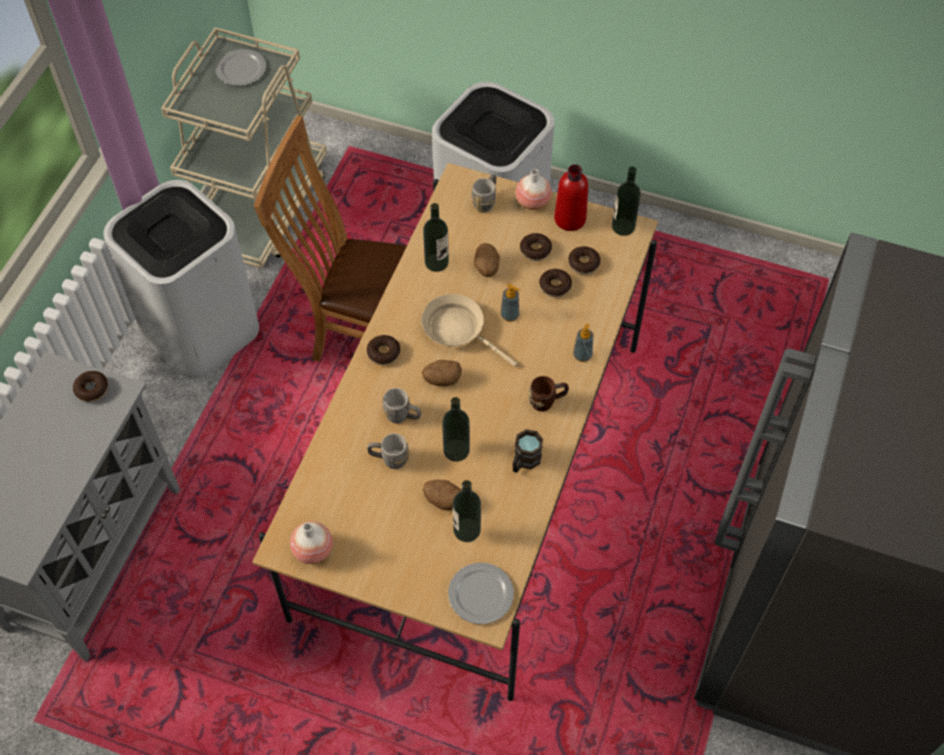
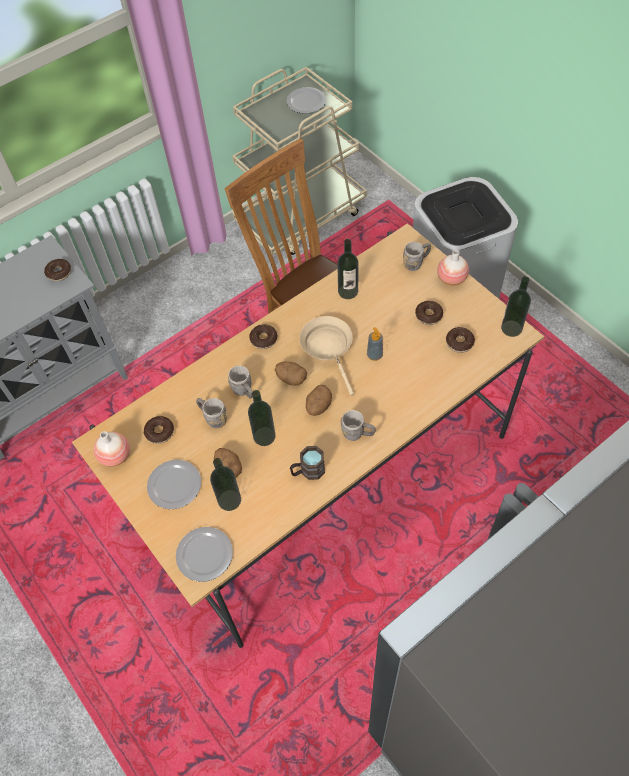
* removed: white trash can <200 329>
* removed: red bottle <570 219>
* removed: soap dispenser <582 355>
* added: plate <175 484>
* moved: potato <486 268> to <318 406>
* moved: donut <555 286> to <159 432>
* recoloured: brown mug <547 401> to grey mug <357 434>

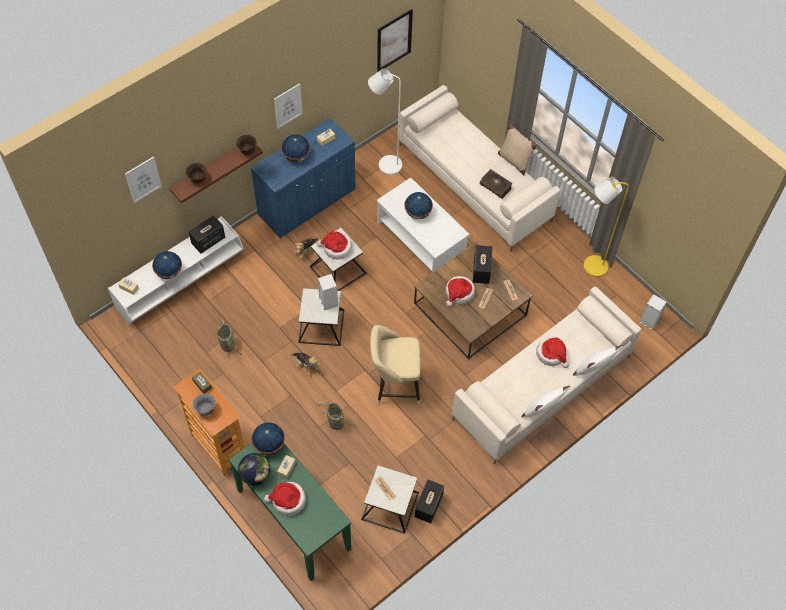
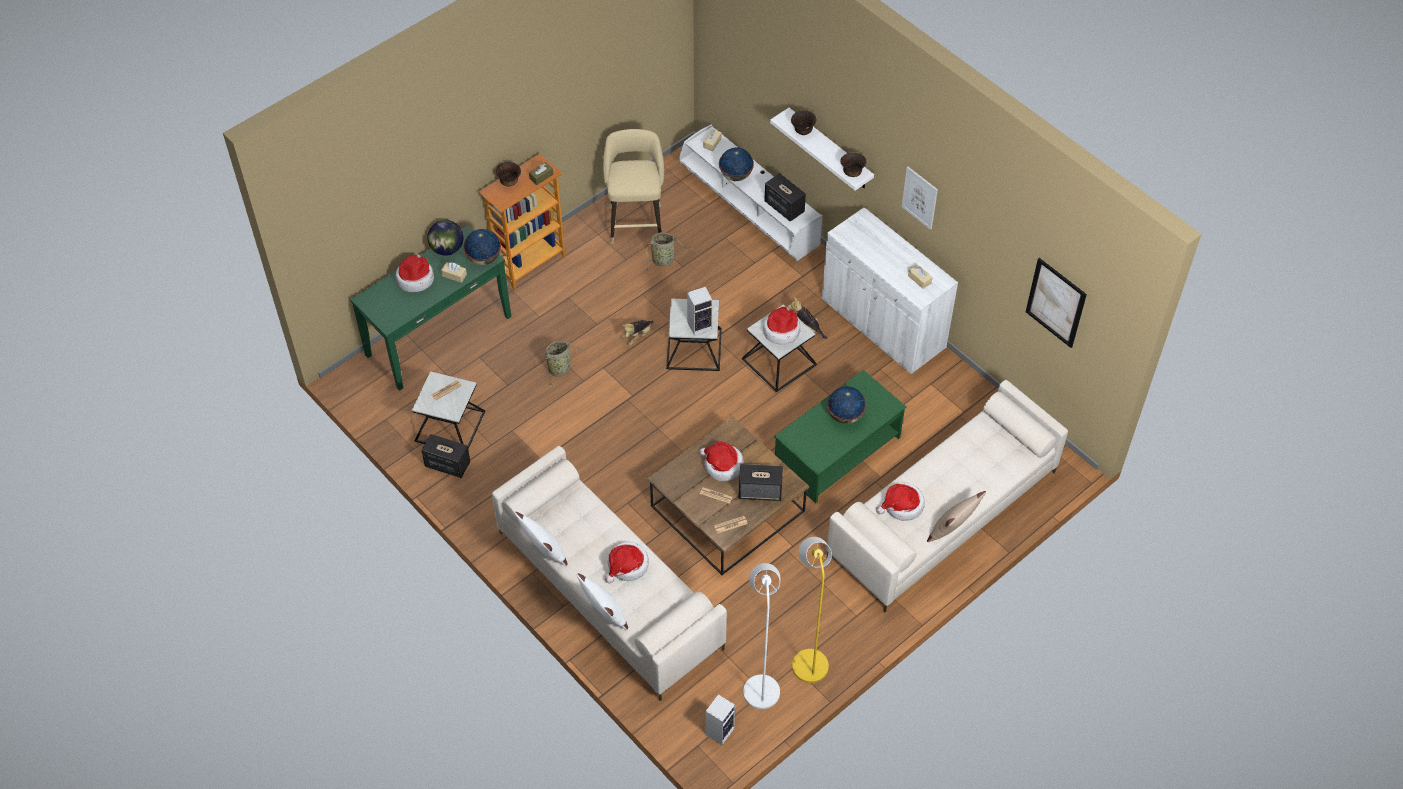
* removed: picture <143 179>
* removed: globe <296 157>
* moved: white floor lamp <385 165> to <760 685>
* moved: beige stool <394 385> to <635 221>
* replaced: book <495 186> to hat <902 506>
* recoloured: brown shelf <211 169> to white shelf <830 150>
* recoloured: grey bowl <205 410> to brown bowl <509 182>
* recoloured: blue cabinet <307 202> to white cabinet <883 324>
* recoloured: white coffee table <421 239> to green coffee table <836 452>

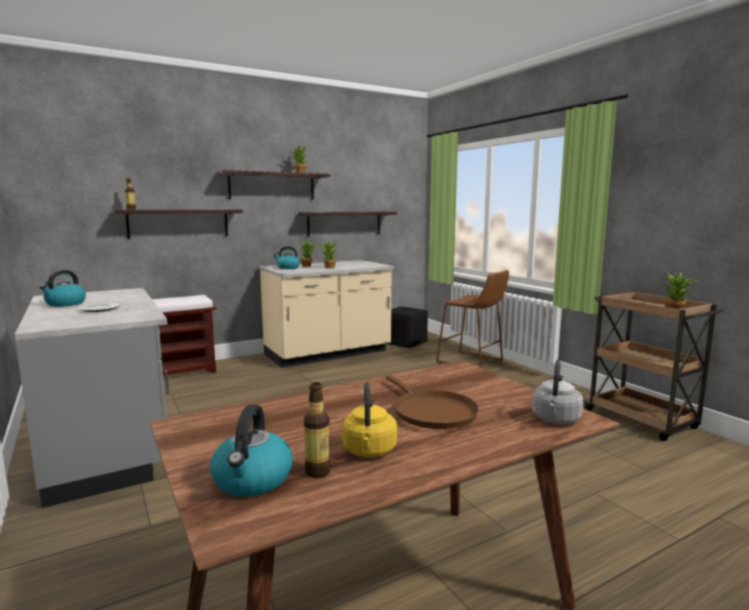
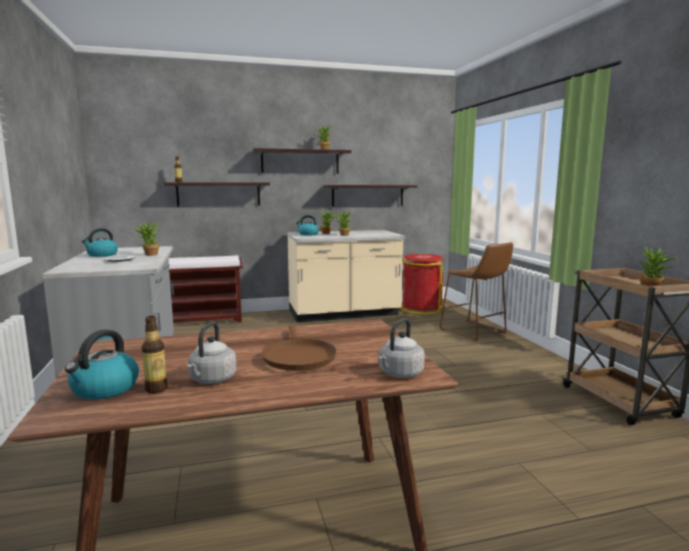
* added: potted plant <148 255>
* replaced: crate <405 342> to red trash can <421 309>
* recoloured: yellow kettle <369 451> to grey kettle <211 380>

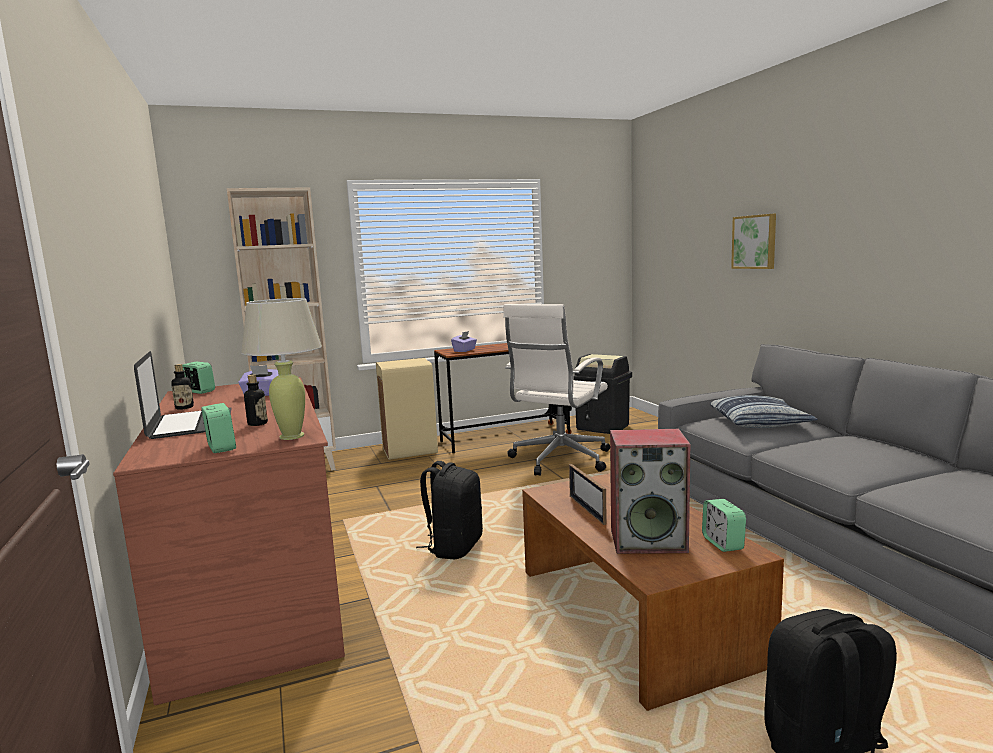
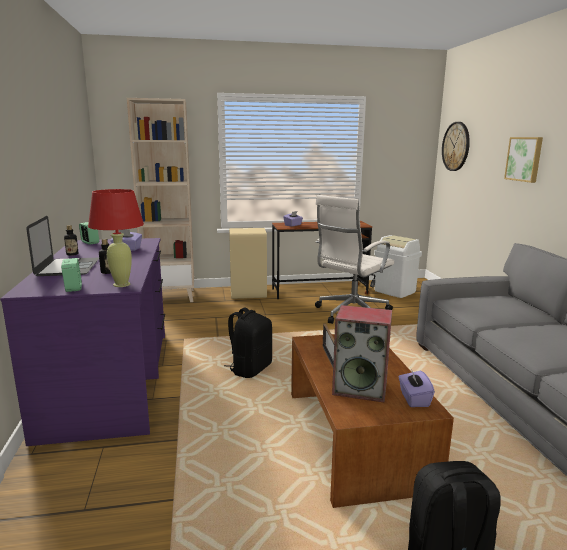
* removed: pillow <759 422>
* added: wall clock <456 146>
* replaced: alarm clock <722 543> to purple tissue box <414 399>
* recoloured: brown desk <255 589> to purple desk <111 380>
* recoloured: beige table lamp <291 436> to red table lamp <121 284>
* recoloured: black trash can <603 427> to white trash can <395 291>

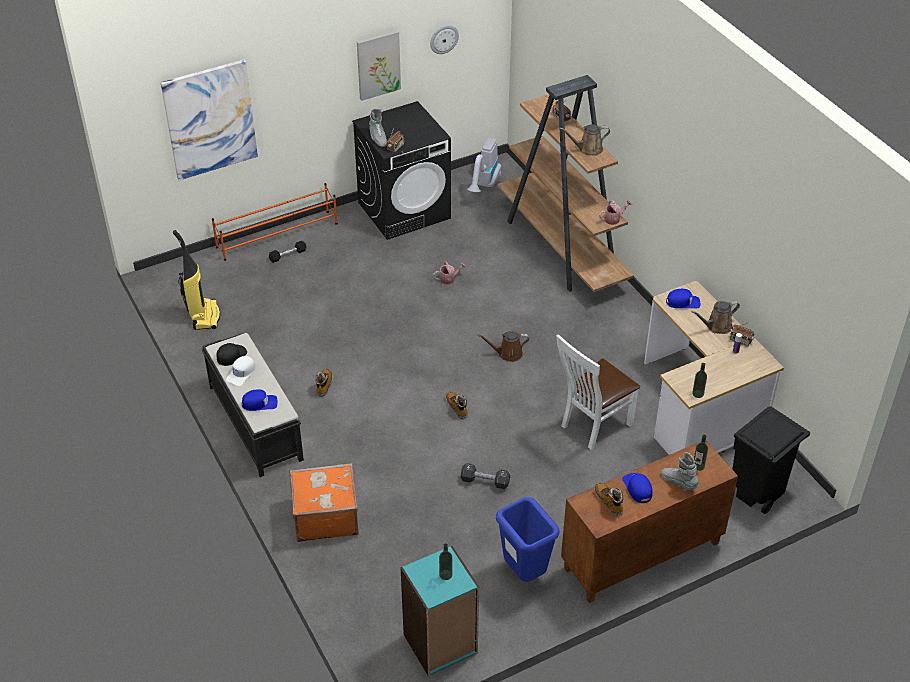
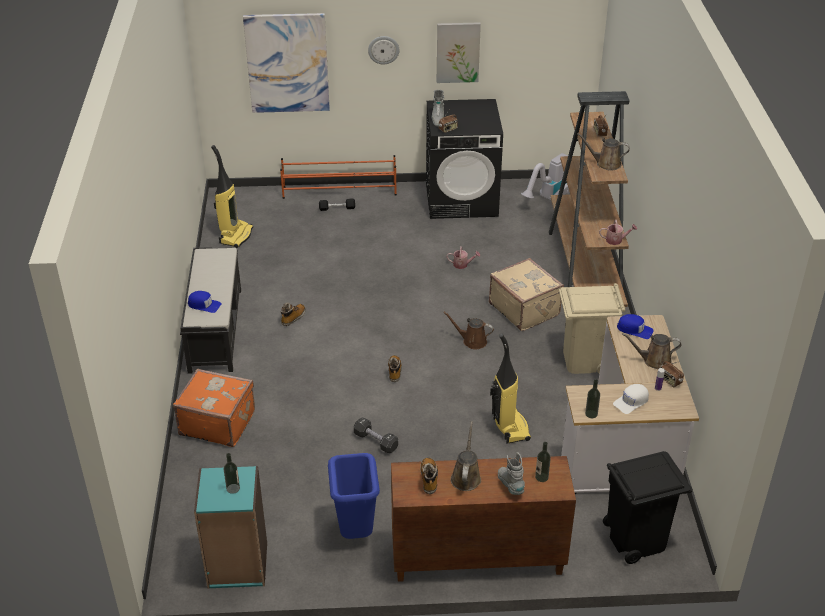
* removed: black cap <231 355>
* added: beige suitcase <525 309>
* added: beige trash can <585 360>
* moved: white cap <241 373> to <631 401>
* moved: wall clock <443 39> to <383 49>
* replaced: white chair <592 426> to vacuum cleaner <509 427>
* replaced: blue cap <637 488> to brown watering can <466 477>

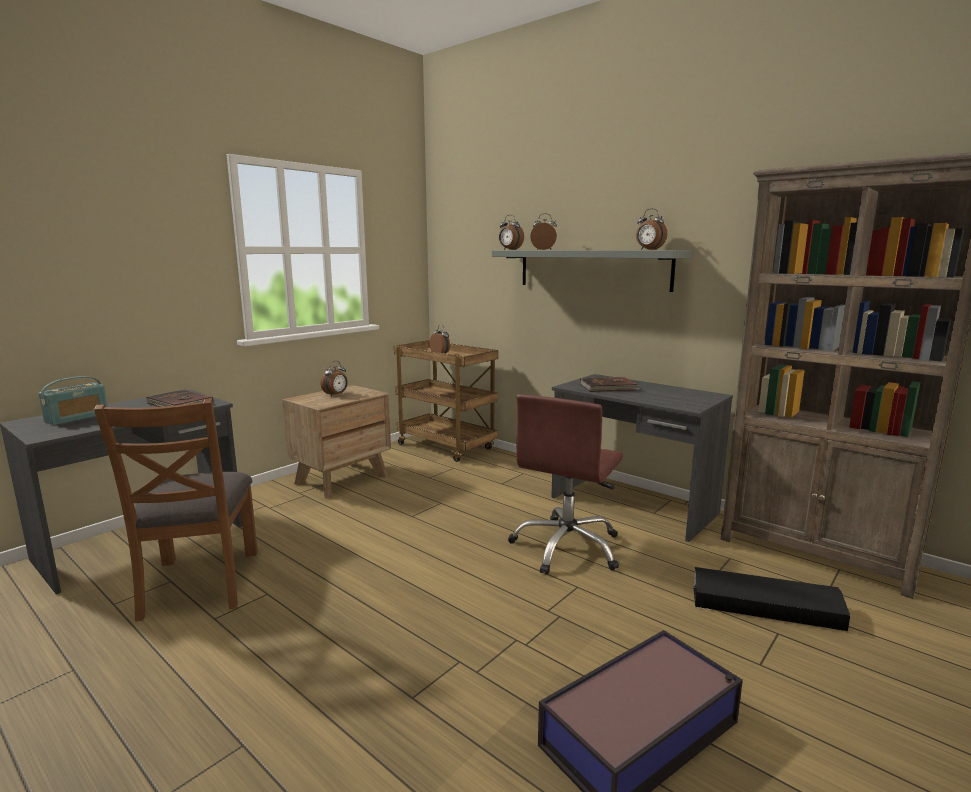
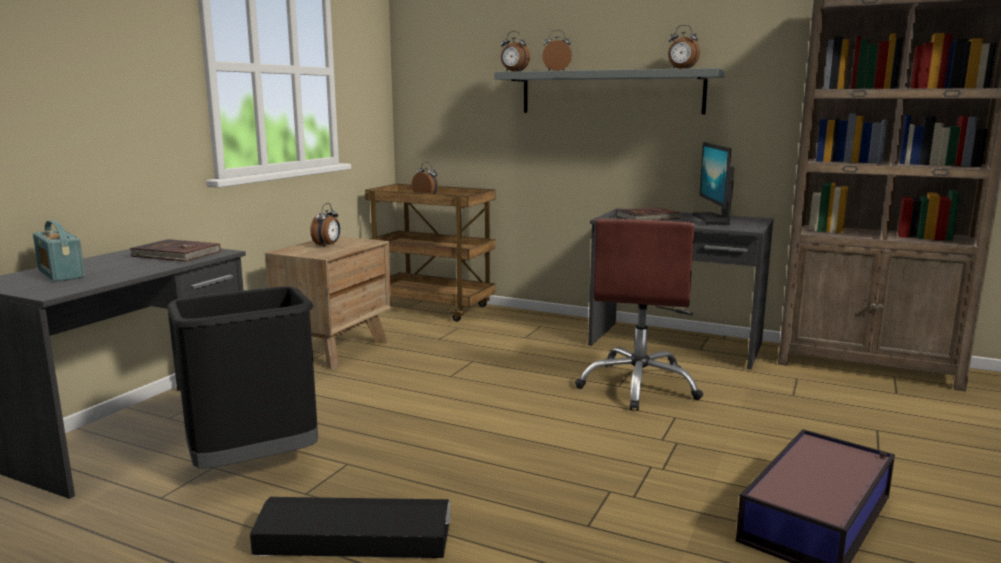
* added: monitor <712 219>
* moved: black storage box <764 606> to <353 538>
* replaced: brown chair <200 583> to black trash can <254 465>
* turned: radio <77 418> = <61 274> 120 degrees clockwise

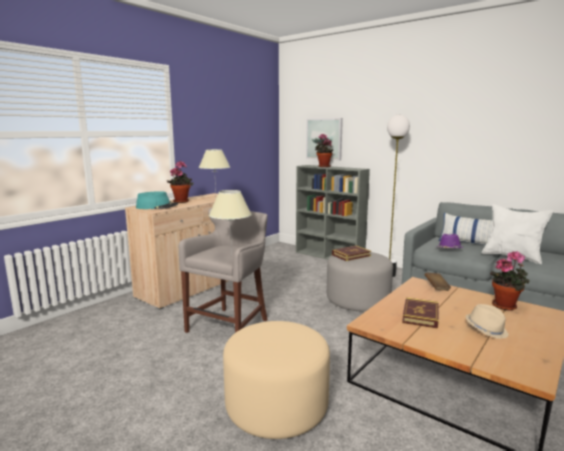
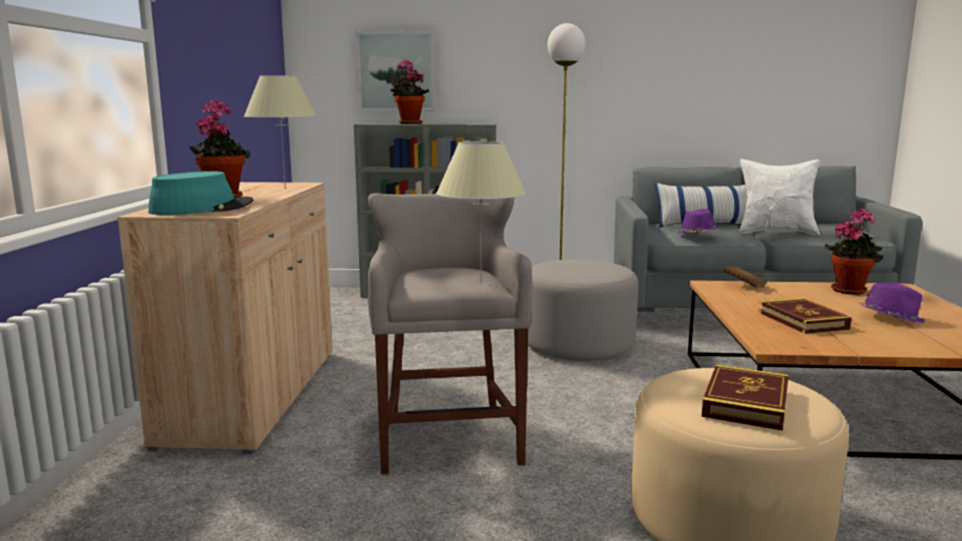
* moved: book <351 255> to <746 403>
* recoloured: beige hat <486 329> to purple hat <890 318>

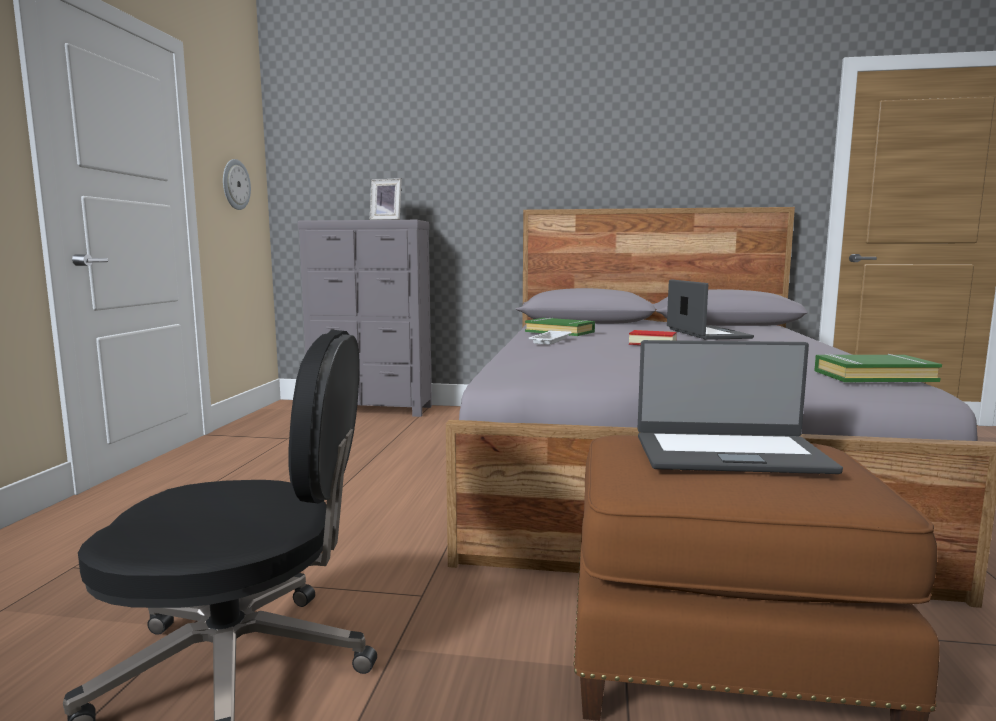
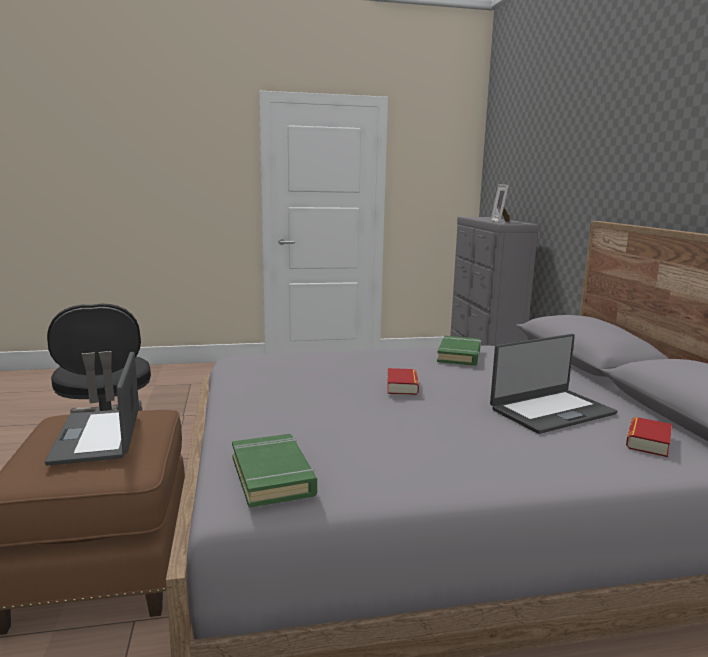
* removed: wall clock <235 184>
* removed: white tray <550 341>
* added: book <648 442>

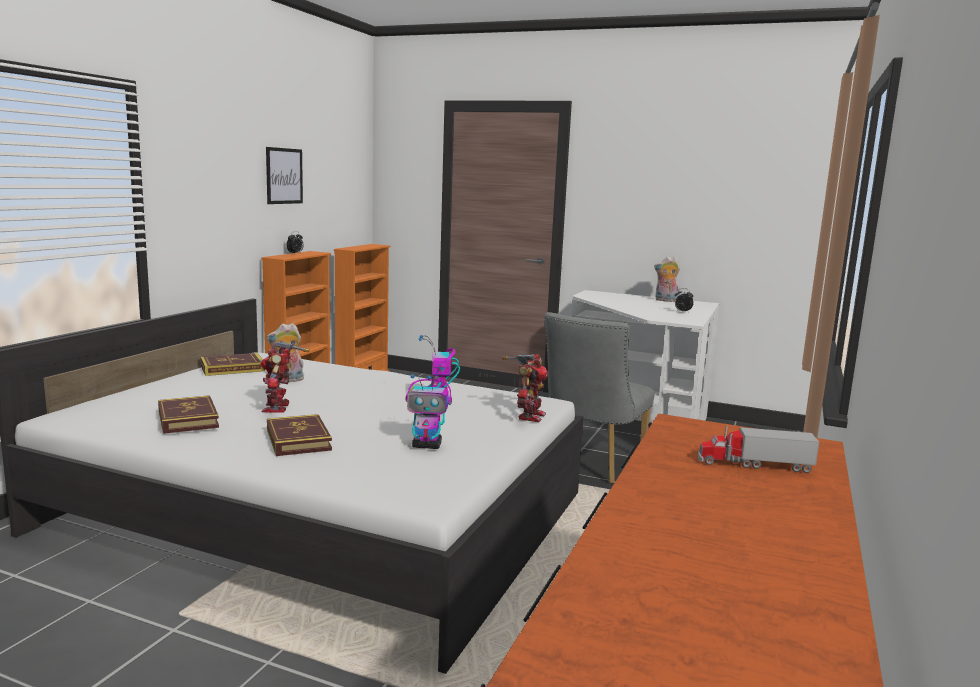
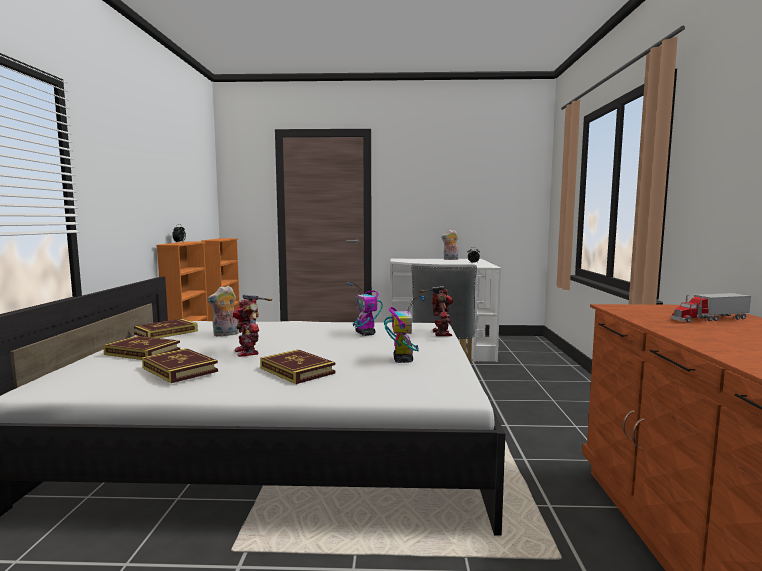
* removed: picture <284 176>
* added: book <142 352>
* turned: toy robot <427 446> = <403 359> 75 degrees counterclockwise

